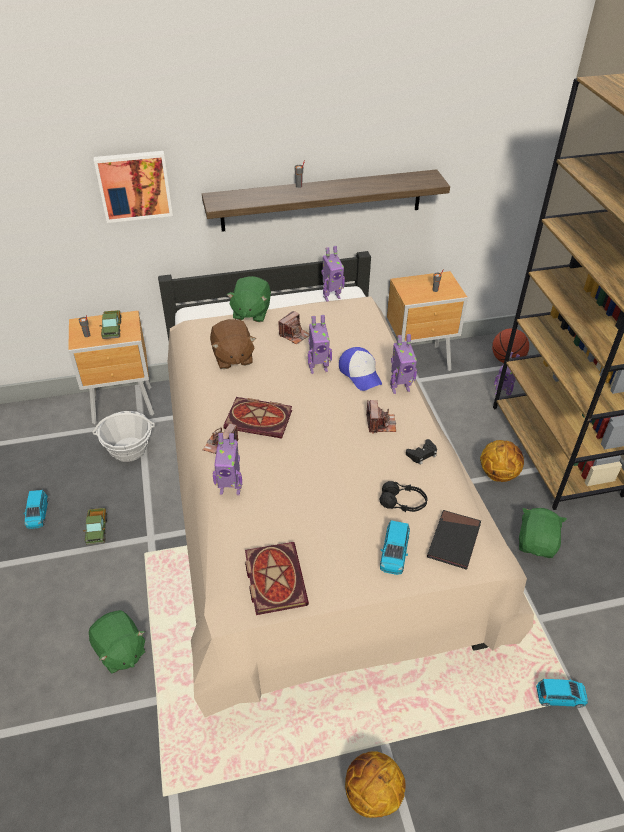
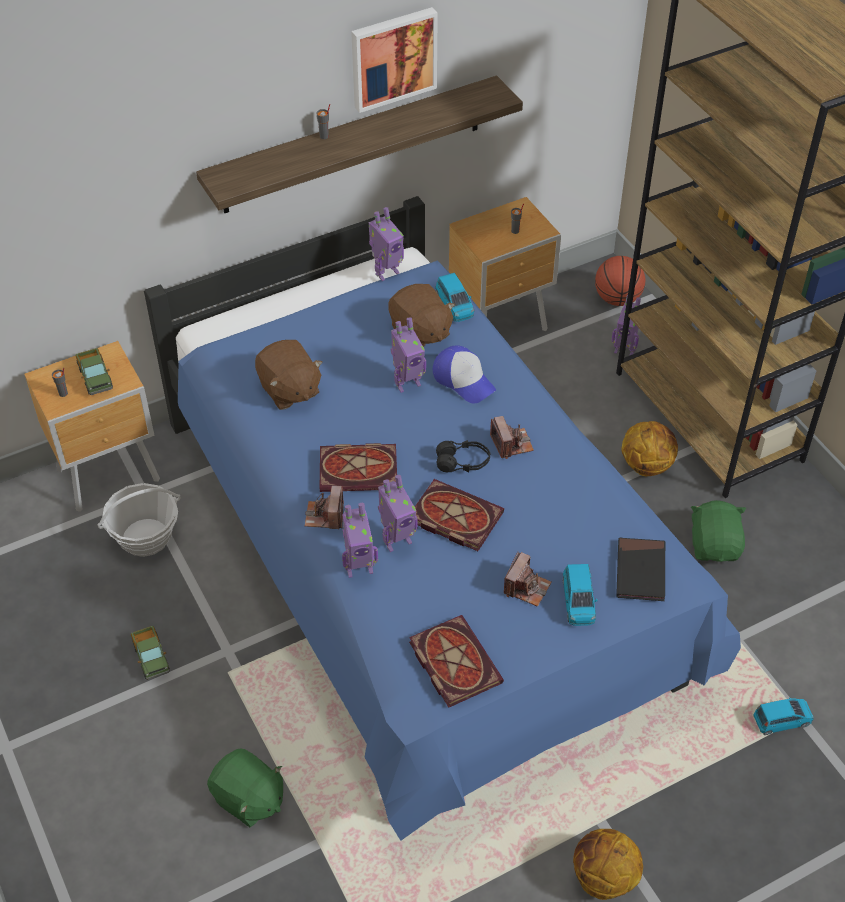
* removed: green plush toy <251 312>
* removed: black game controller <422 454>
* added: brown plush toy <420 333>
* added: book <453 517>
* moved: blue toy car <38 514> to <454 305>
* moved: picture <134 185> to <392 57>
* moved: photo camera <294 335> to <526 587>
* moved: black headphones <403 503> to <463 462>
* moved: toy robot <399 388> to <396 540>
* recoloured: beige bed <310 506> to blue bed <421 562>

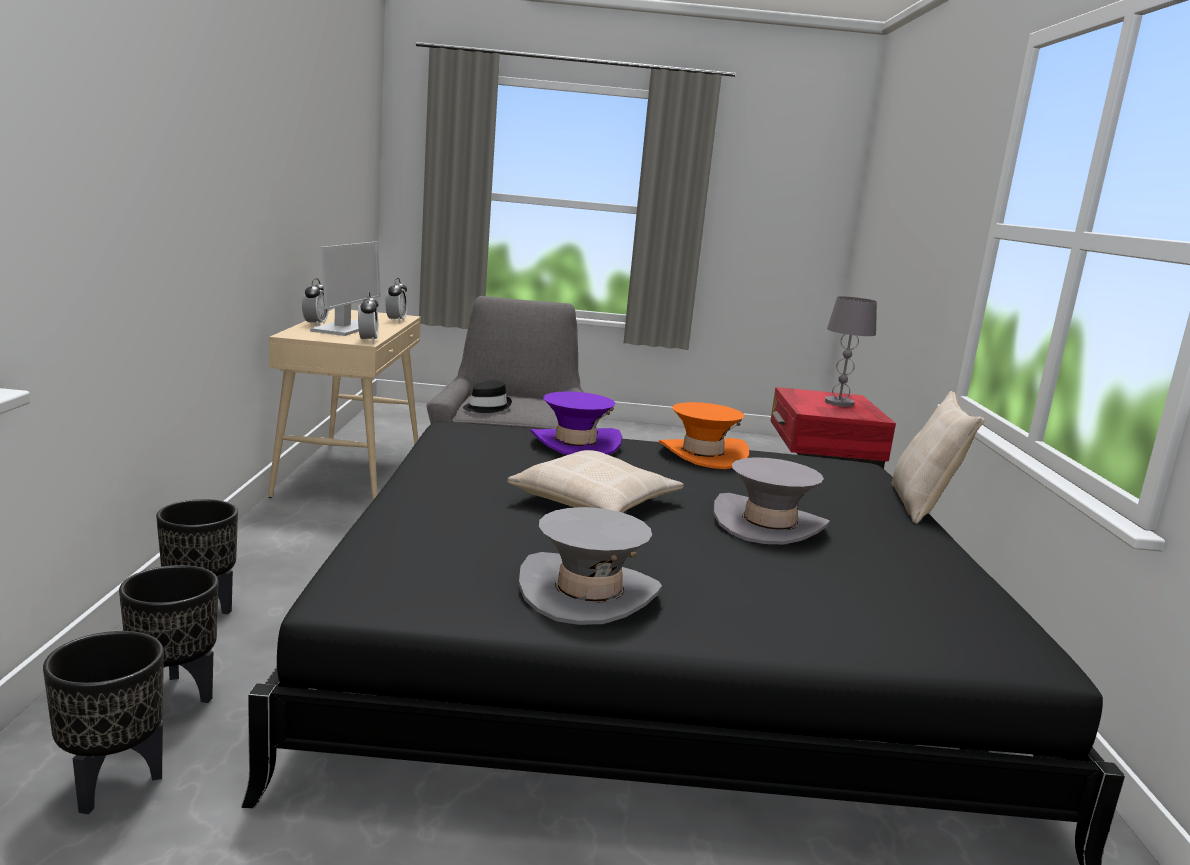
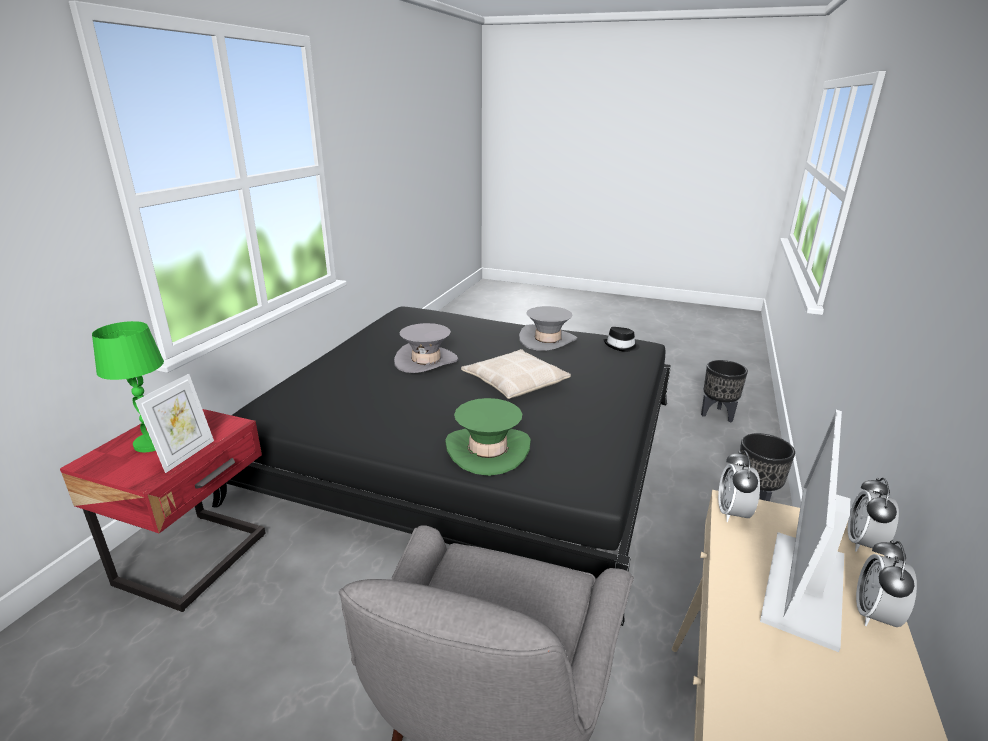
* removed: black planter <174 695>
* removed: orange hat <702 454>
* removed: beige pillow <922 506>
* added: picture frame <185 455>
* moved: alarm clock <396 320> to <863 543>
* moved: black hat <486 407> to <621 346>
* recoloured: purple hat <575 444> to green hat <488 450>
* recoloured: grey table lamp <839 403> to green table lamp <152 443>

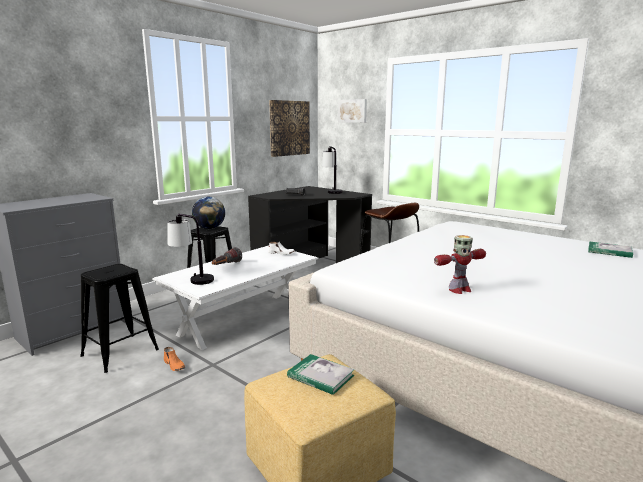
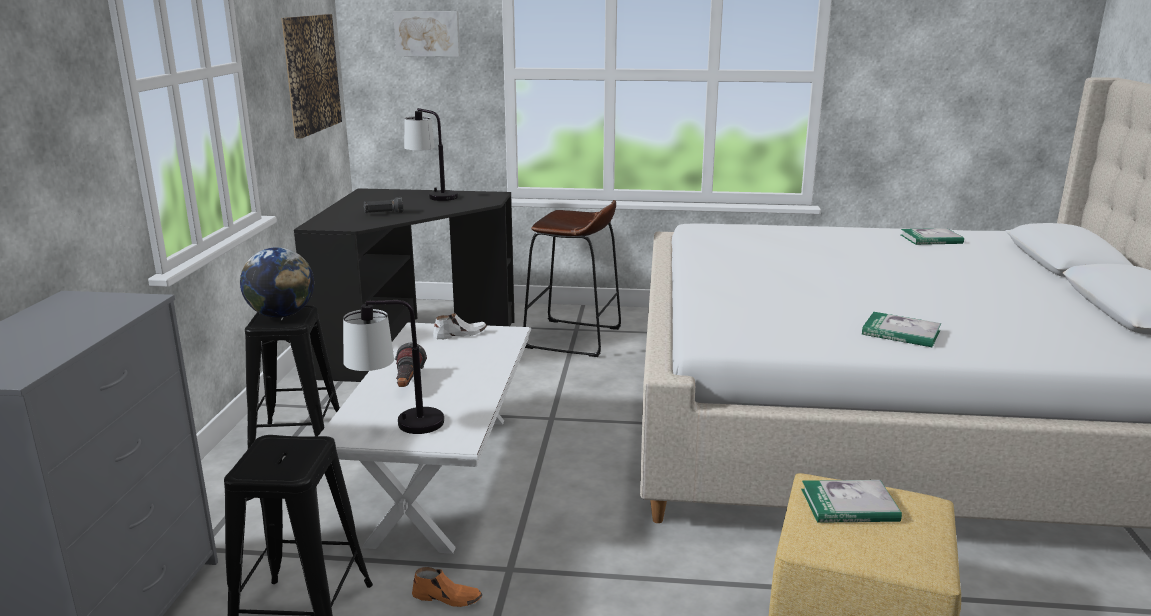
* replaced: toy robot <459 290> to book <901 333>

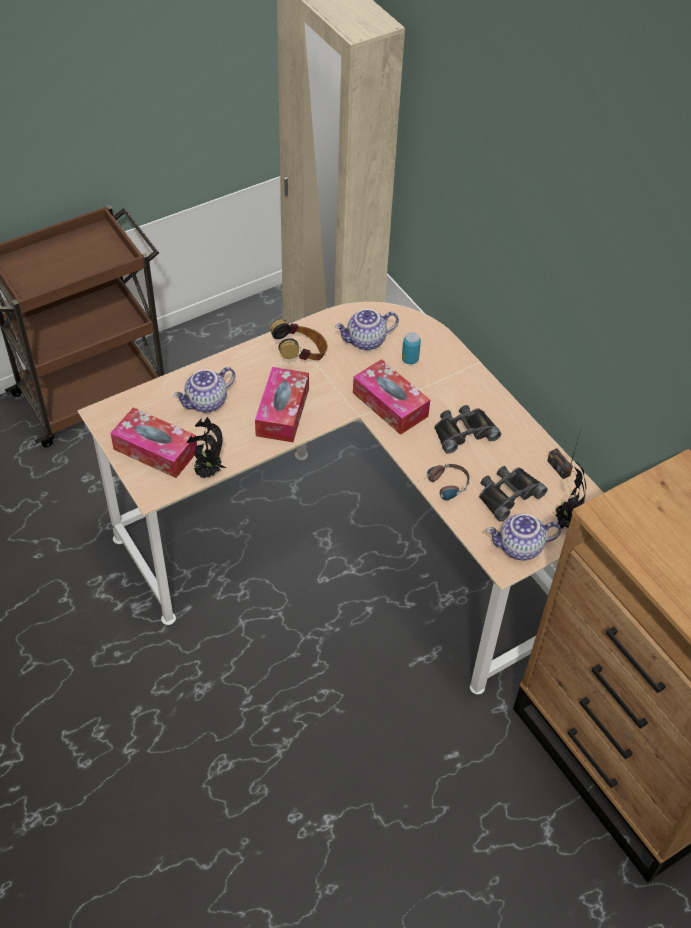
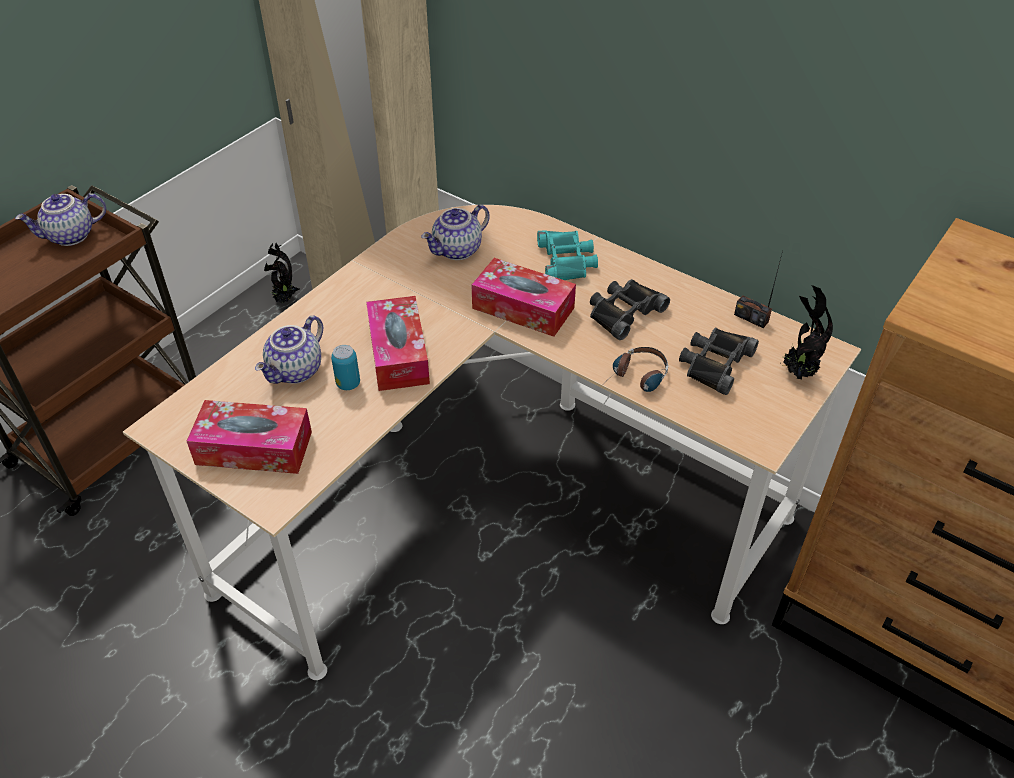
* removed: headphones <301 355>
* added: turquoise binoculars <567 261>
* moved: potted plant <208 473> to <284 299>
* moved: can <410 359> to <348 384>
* moved: teapot <519 548> to <70 237>

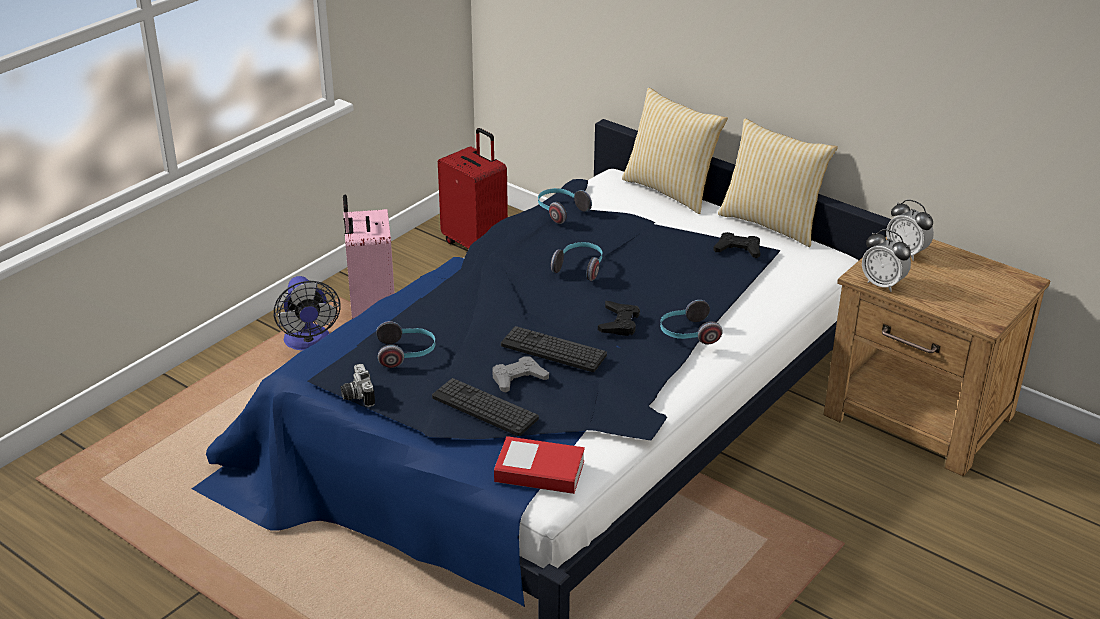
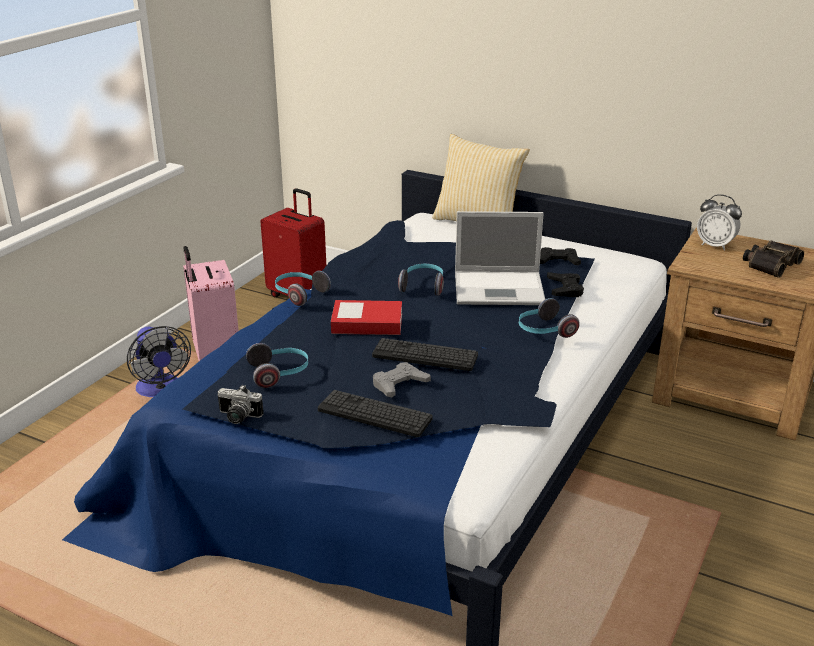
* removed: pillow <772 223>
* removed: alarm clock <882 284>
* added: laptop <501 288>
* added: binoculars <770 264>
* moved: book <539 472> to <367 324>
* moved: headphones <560 211> to <299 294>
* moved: black game controller <619 323> to <565 289>
* turned: photo camera <356 396> = <238 417> 45 degrees counterclockwise

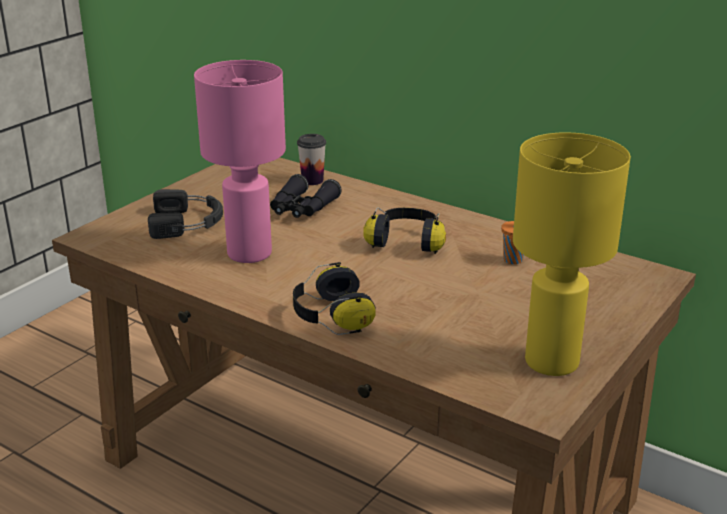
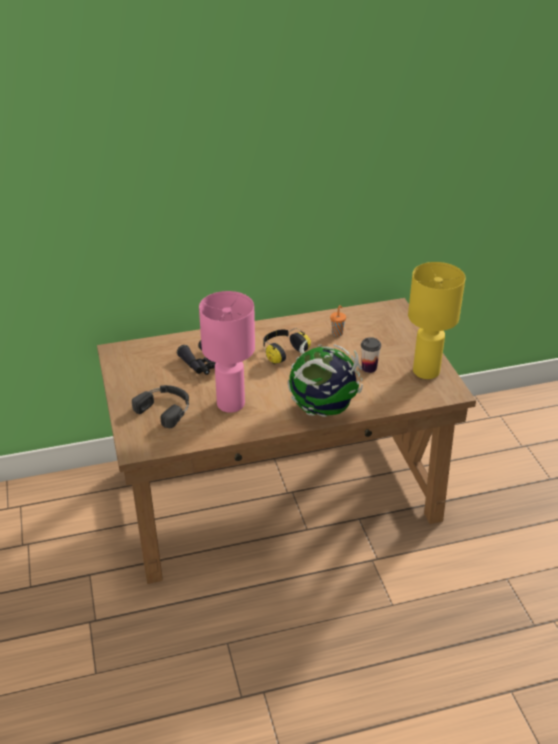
* moved: cup <312 180> to <369 368>
* replaced: headphones <330 316> to globe <323 409>

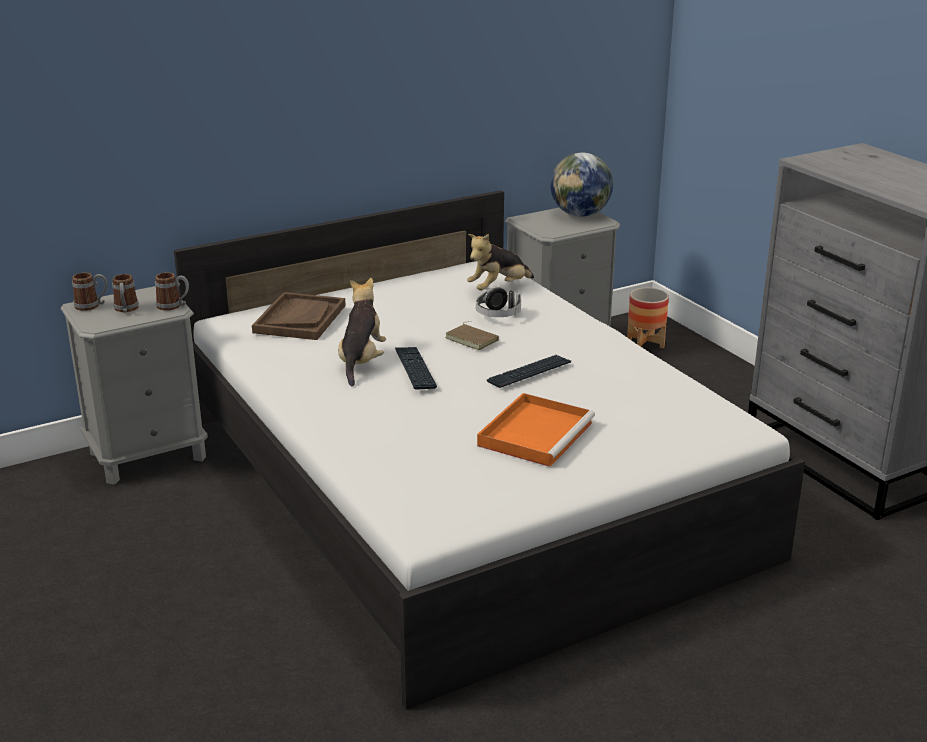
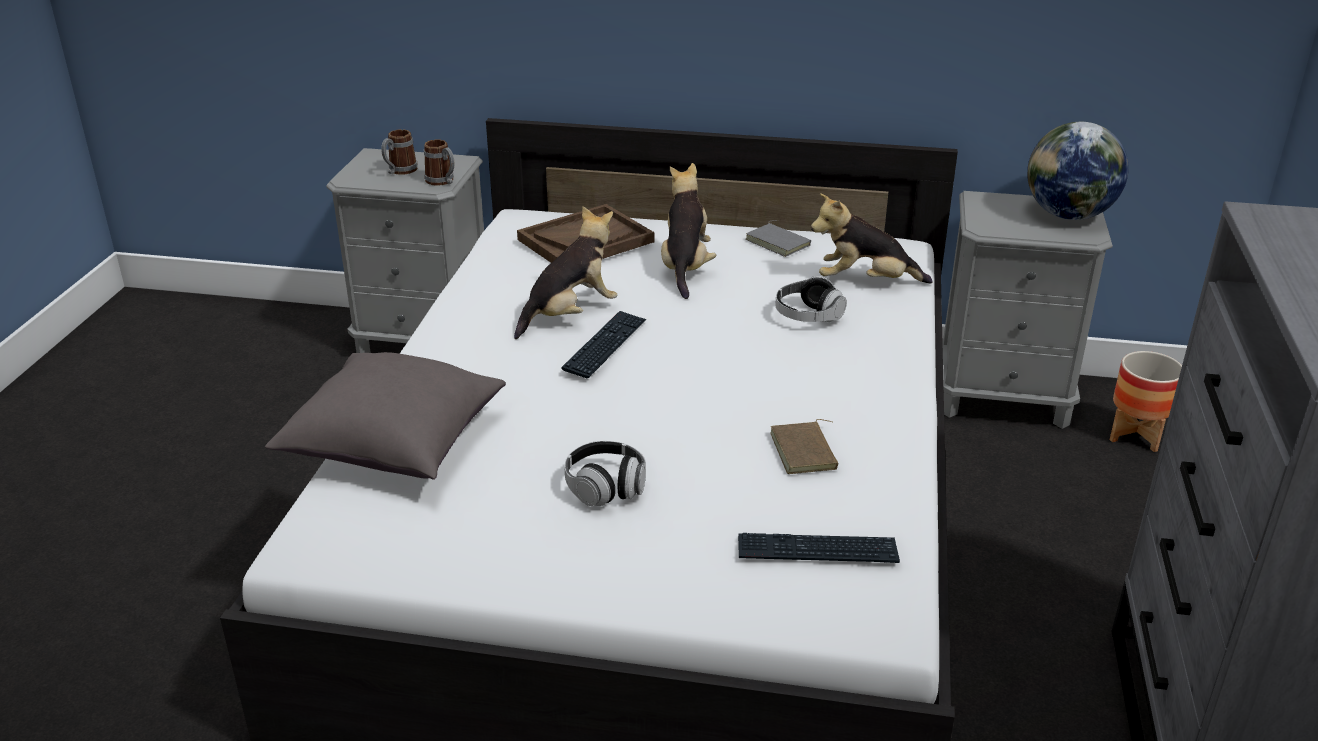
* removed: mug <92 306>
* added: grey pillow <393 445>
* added: plush toy <685 268>
* added: grey book <779 242>
* moved: brown book <473 339> to <806 452>
* moved: keyboard <529 372> to <817 551>
* replaced: orange tray <536 433> to headphones <605 487>

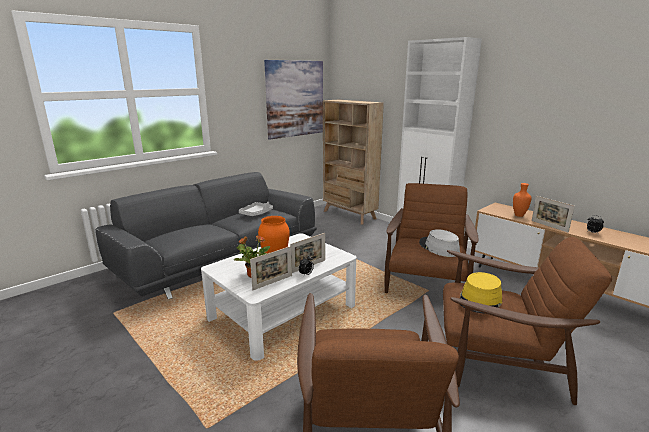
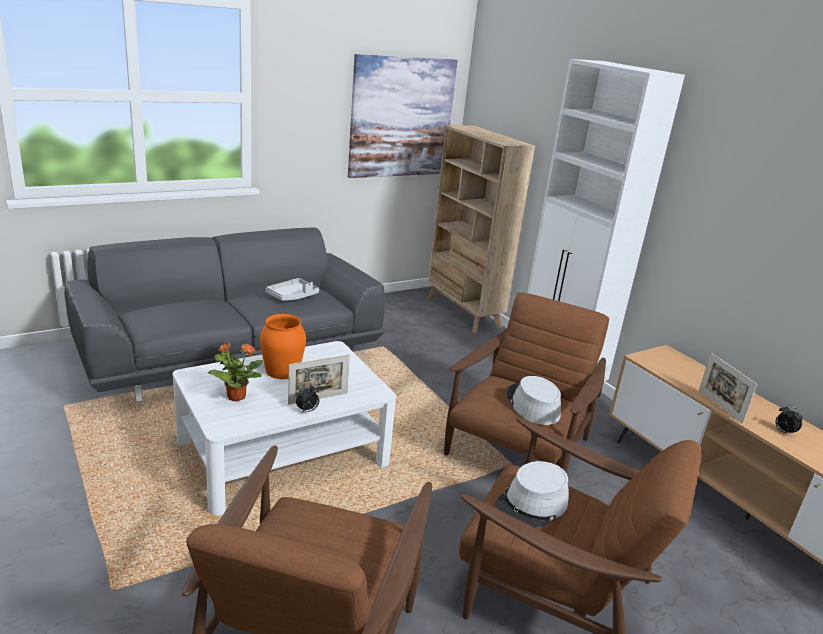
* removed: picture frame <272 282>
* removed: orange vase <518 215>
* recoloured: yellow hat <480 300> to grey hat <532 504>

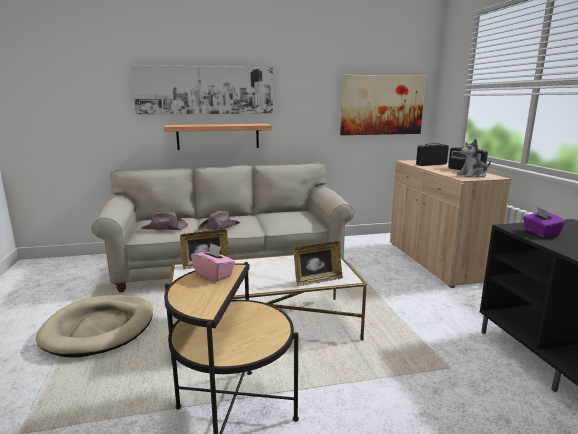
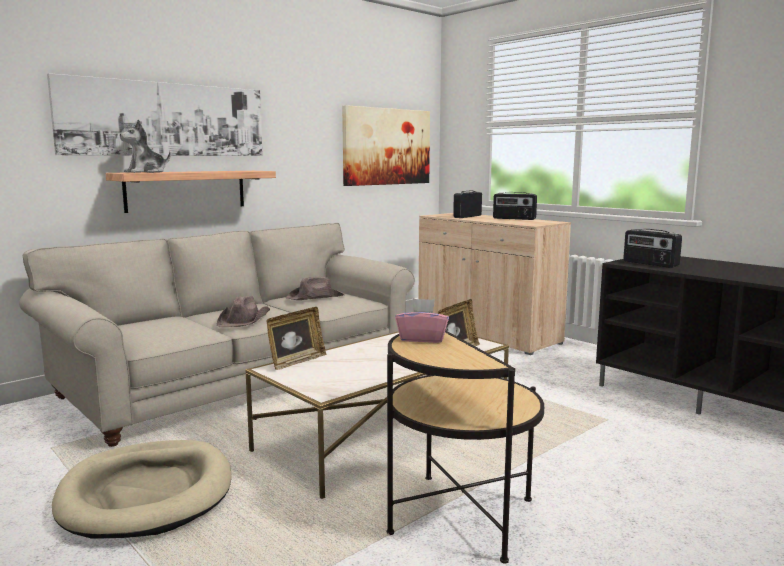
* moved: brown hat <165 228> to <316 297>
* moved: plush toy <472 175> to <146 172>
* replaced: purple tissue box <540 233> to radio <650 264>

